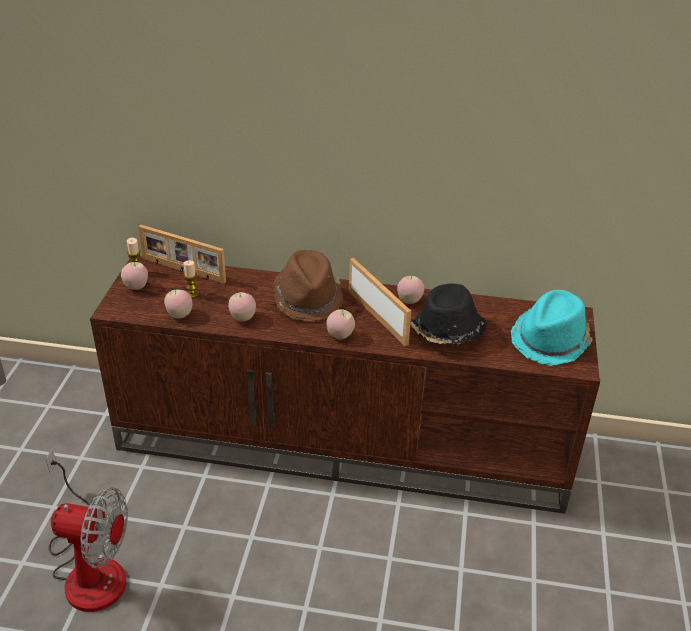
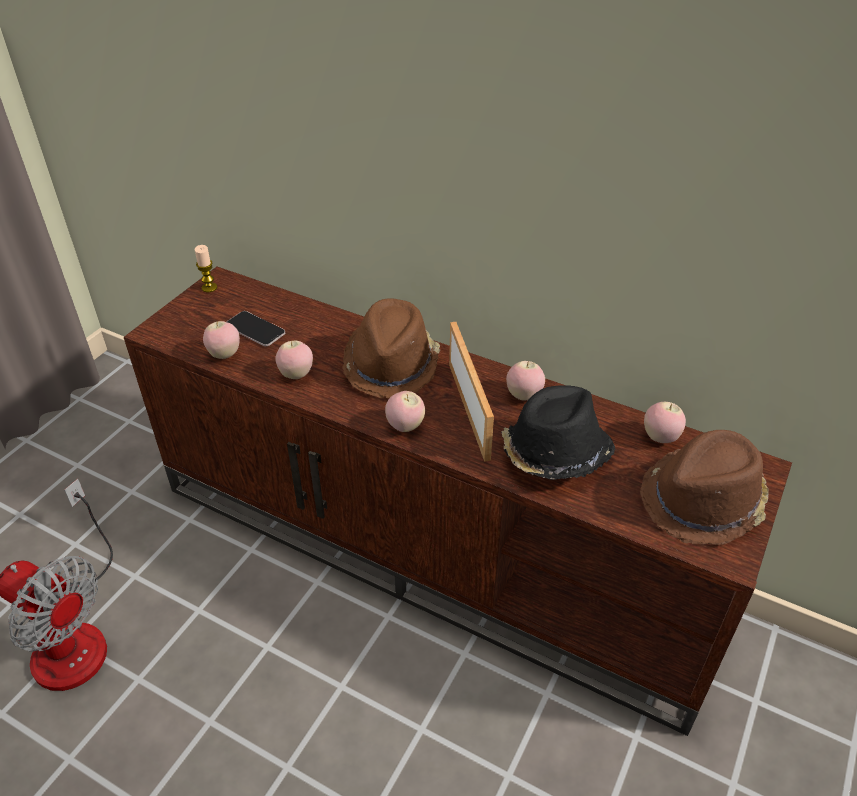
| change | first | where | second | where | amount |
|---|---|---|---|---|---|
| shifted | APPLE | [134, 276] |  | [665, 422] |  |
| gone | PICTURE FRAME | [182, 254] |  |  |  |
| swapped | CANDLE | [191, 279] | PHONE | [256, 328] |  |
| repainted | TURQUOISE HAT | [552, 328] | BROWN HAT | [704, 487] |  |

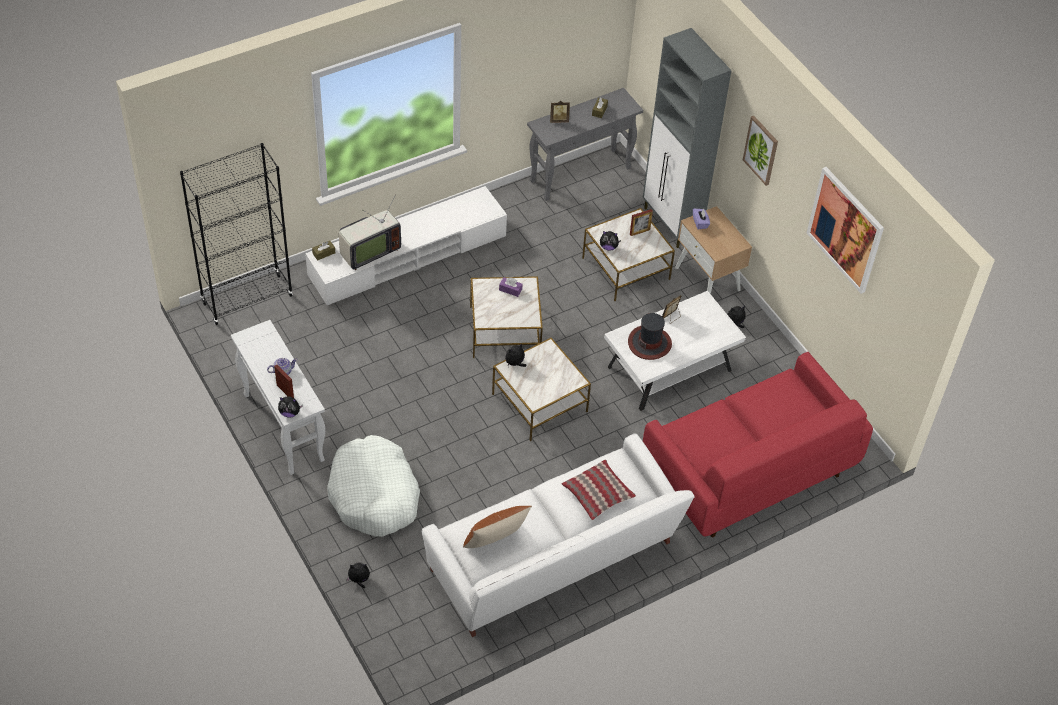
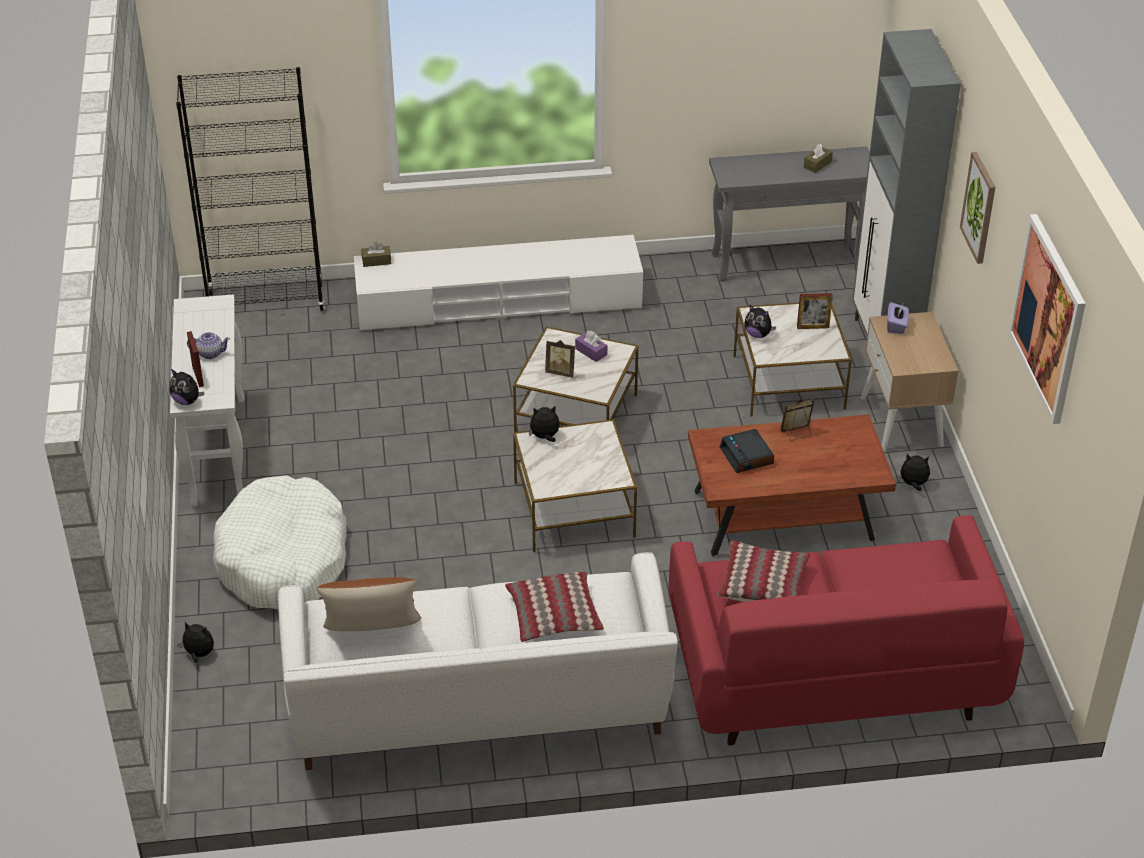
| change | first | where | second | where | amount |
|---|---|---|---|---|---|
| gone | TELEVISION | [370, 232] |  |  |  |
| shifted | PICTURE FRAME | [560, 112] |  | [560, 359] |  |
| repainted | WHITE COFFEE TABLE | [675, 351] | BROWN COFFEE TABLE | [792, 485] |  |
| swapped | HAT | [650, 336] | ALARM CLOCK | [747, 451] |  |
| new |  |  | PILLOW | [763, 571] |  |

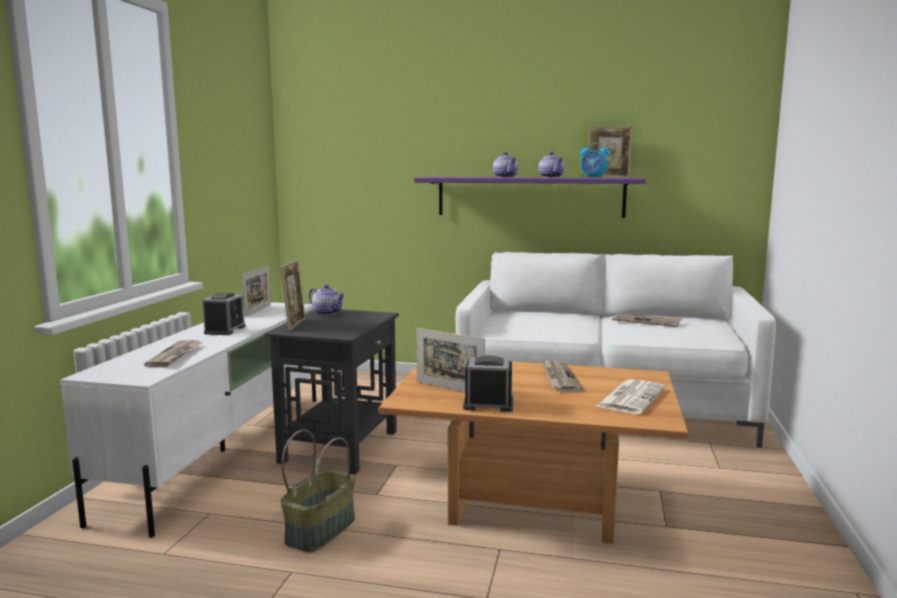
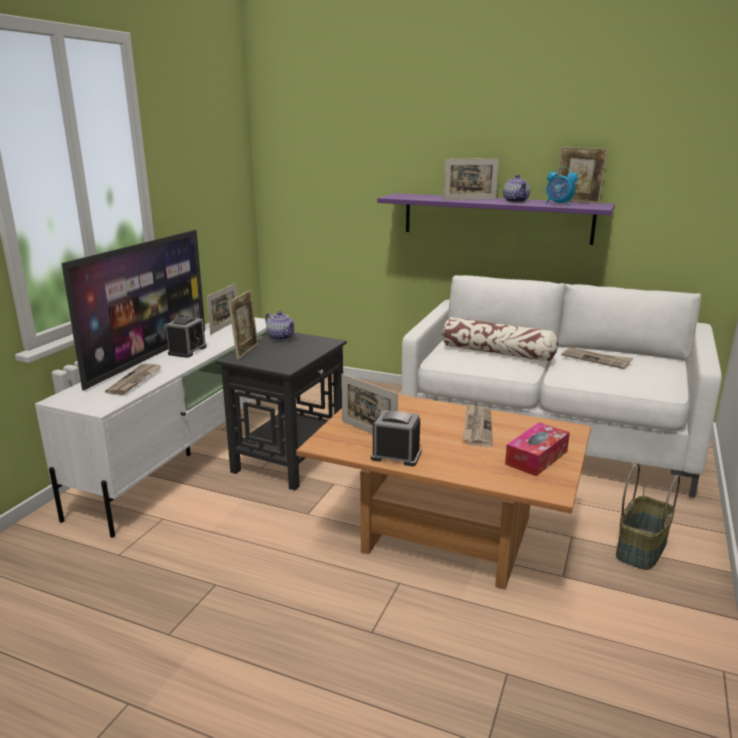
| change | first | where | second | where | amount |
|---|---|---|---|---|---|
| shifted | BASKET | [318, 490] |  | [648, 516] |  |
| swapped | TEAPOT | [505, 165] | PICTURE FRAME | [471, 179] |  |
| swapped | NEWSPAPER | [630, 396] | TISSUE BOX | [537, 449] |  |
| new |  |  | TELEVISION | [133, 310] |  |
| new |  |  | PILLOW | [500, 339] |  |

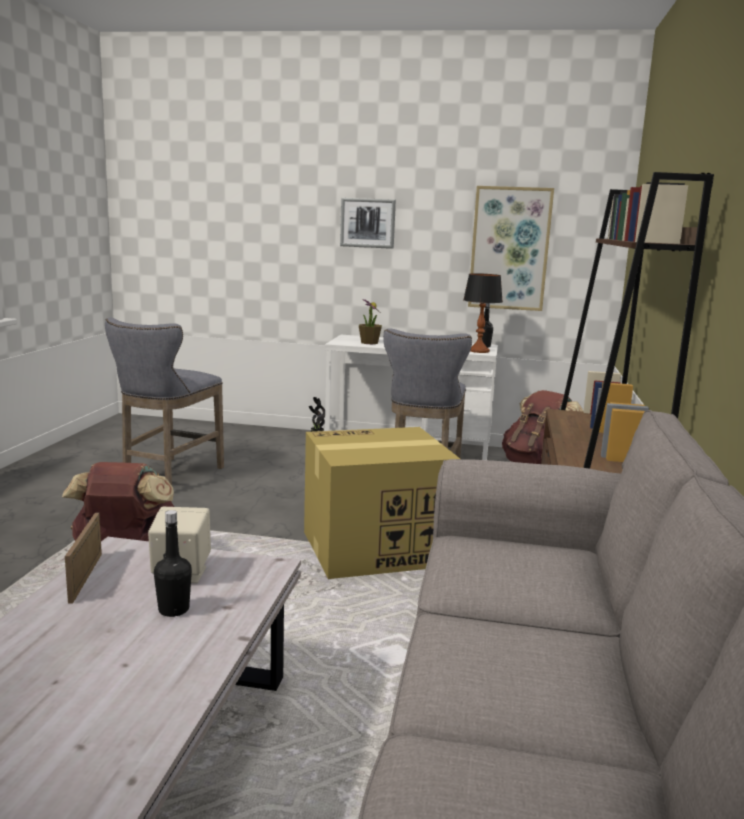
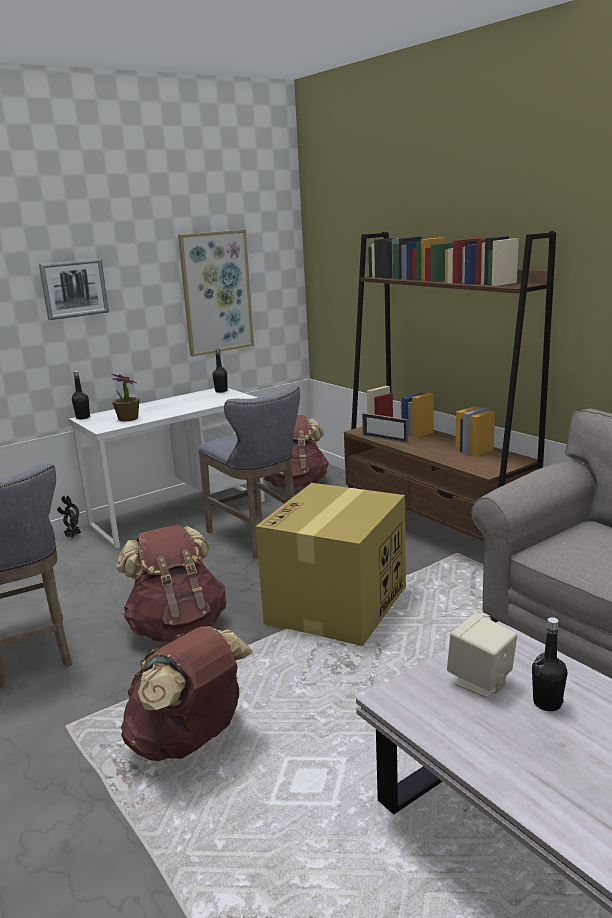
| change | first | where | second | where | amount |
|---|---|---|---|---|---|
| shifted | PICTURE FRAME | [83, 558] |  | [385, 428] |  |
| gone | TABLE LAMP | [483, 313] |  |  |  |
| new |  |  | BLACK BOTTLE | [81, 395] |  |
| new |  |  | BROWN BACKPACK | [171, 584] |  |

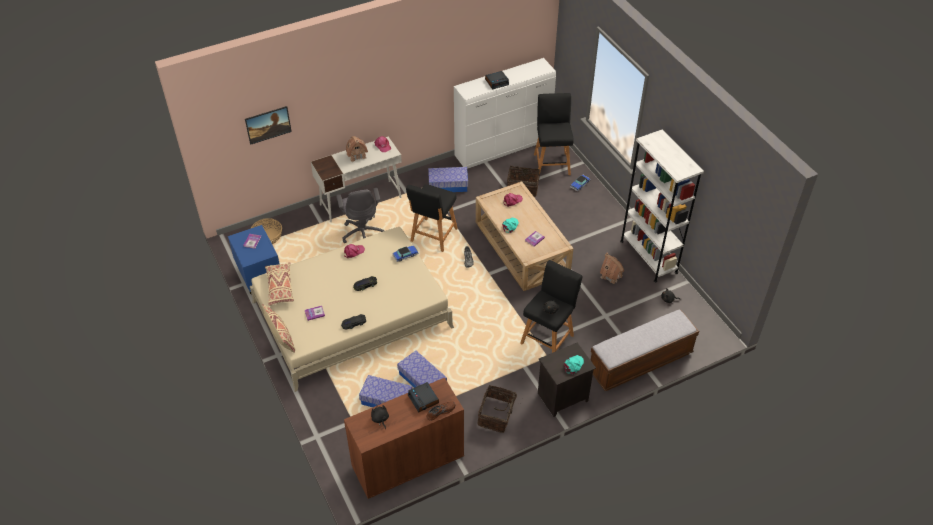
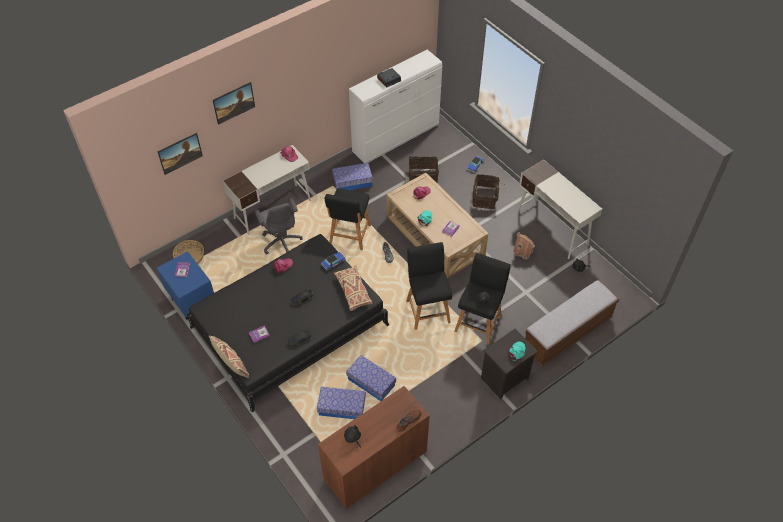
| change | first | where | second | where | amount |
|---|---|---|---|---|---|
| repainted | BEIGE BED | [352, 309] | BLACK BED | [288, 323] |  |
| shifted | BEIGE PILLOW | [279, 284] |  | [353, 288] |  |
| gone | TOY HOUSE | [357, 149] |  |  |  |
| gone | ALARM CLOCK | [423, 397] |  |  |  |
| shifted | BASKET | [499, 409] |  | [486, 191] |  |
| shifted | BLACK STOOL | [554, 134] |  | [429, 286] |  |
| swapped | WHITE BOOKCASE | [662, 205] | WHITE DESK | [559, 209] |  |
| new |  |  | PICTURE | [234, 103] |  |

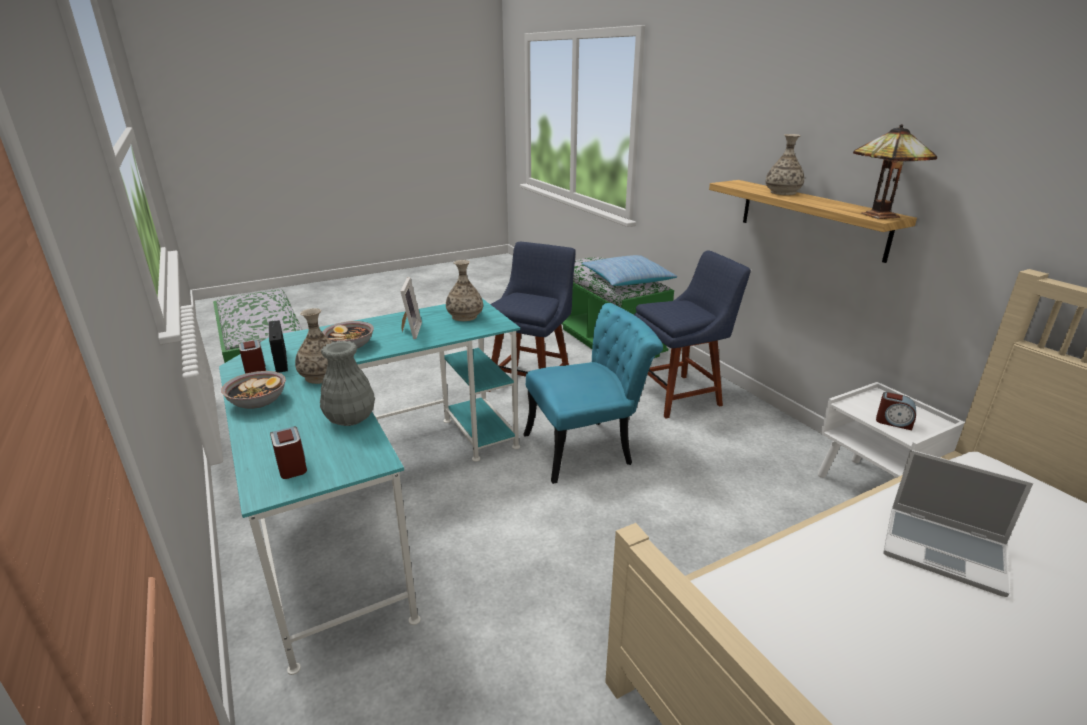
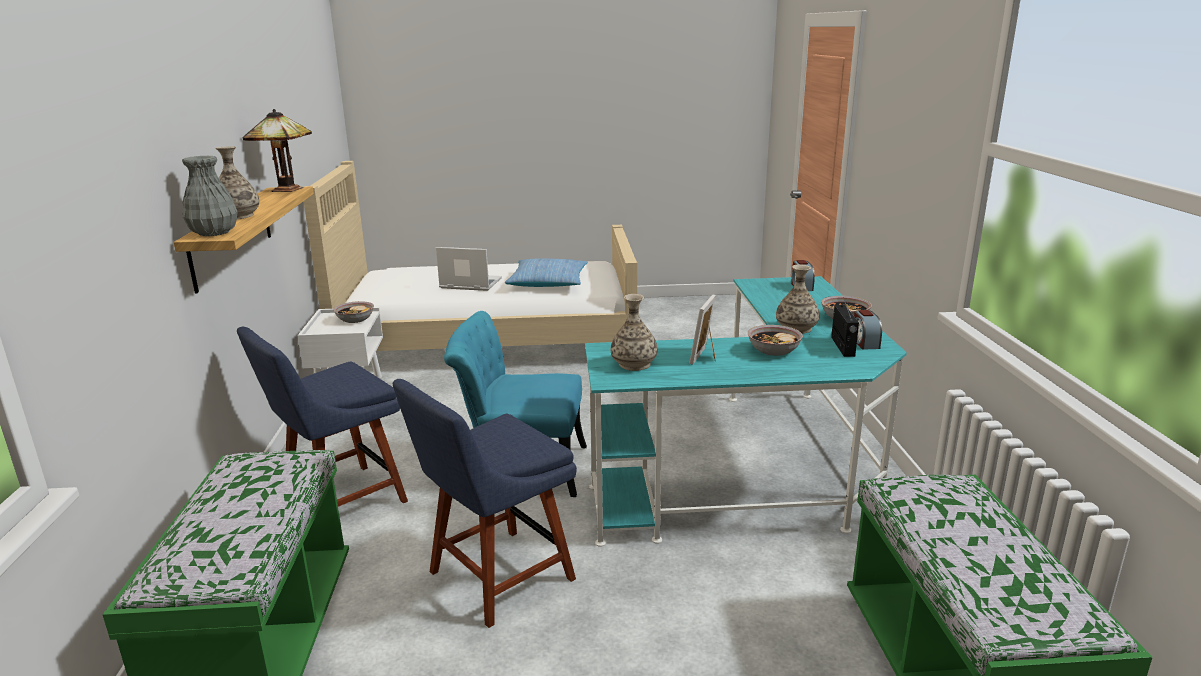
| change | first | where | second | where | amount |
|---|---|---|---|---|---|
| shifted | GREY VASE | [347, 383] |  | [210, 196] |  |
| shifted | PILLOW | [629, 270] |  | [546, 272] |  |
| rotated | BLUE CHAIR | [692, 335] |  | [322, 417] | 45 degrees counterclockwise |
| swapped | ALARM CLOCK | [896, 411] | BOWL | [353, 312] |  |
| rotated | LAPTOP | [958, 523] |  | [469, 269] | 45 degrees counterclockwise |

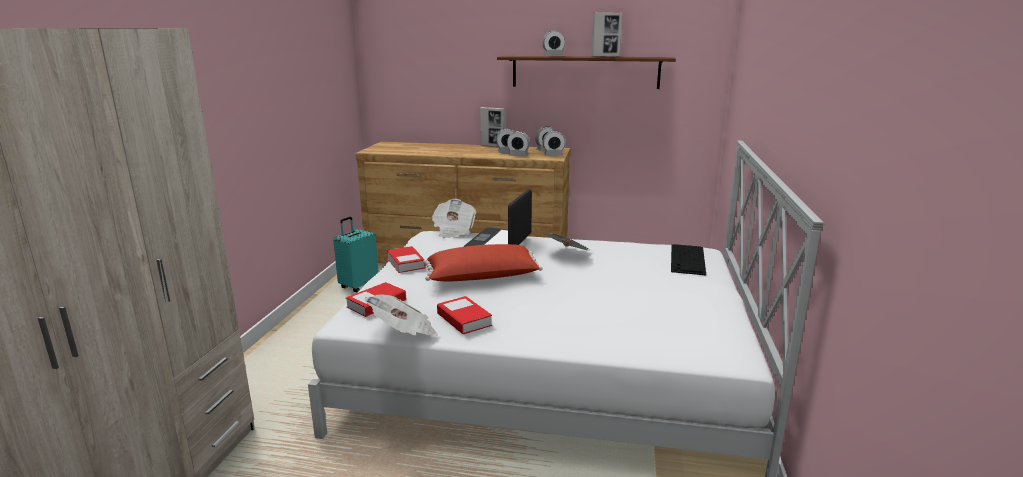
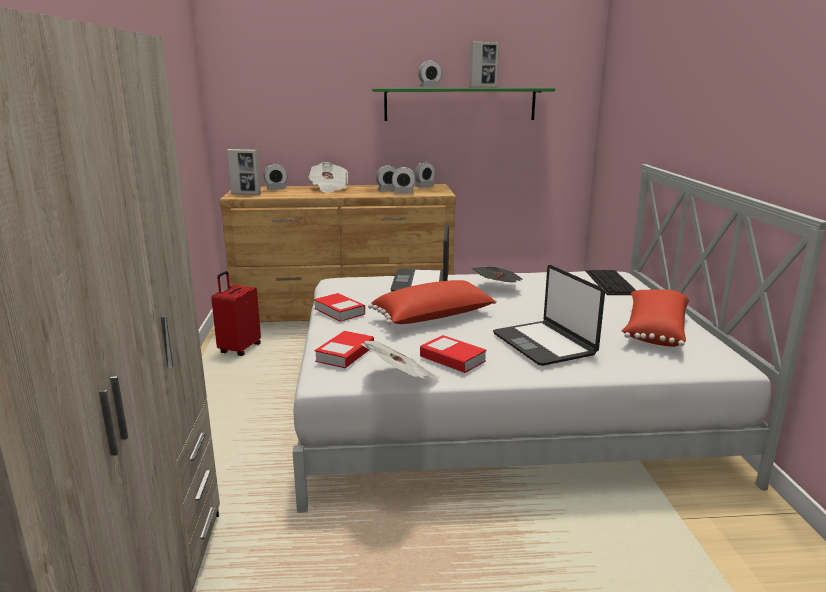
| change | first | where | second | where | amount |
|---|---|---|---|---|---|
| repainted | TURQUOISE SUITCASE | [355, 254] | RED SUITCASE | [236, 313] |  |
| shifted | NEWSPAPER | [453, 218] |  | [328, 177] |  |
| shifted | PICTURE FRAME | [493, 127] |  | [244, 172] |  |
| repainted | BROWN SHELF | [586, 72] | GREEN SHELF | [463, 104] |  |
| shifted | ALARM CLOCK | [554, 143] |  | [276, 177] |  |
| new |  |  | LAPTOP | [549, 315] |  |
| new |  |  | RED PILLOW | [655, 318] |  |

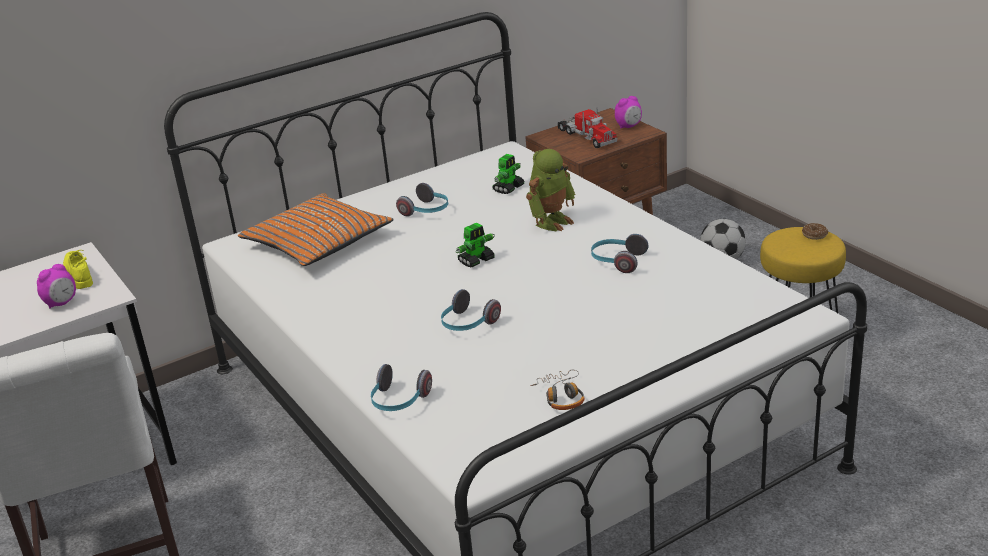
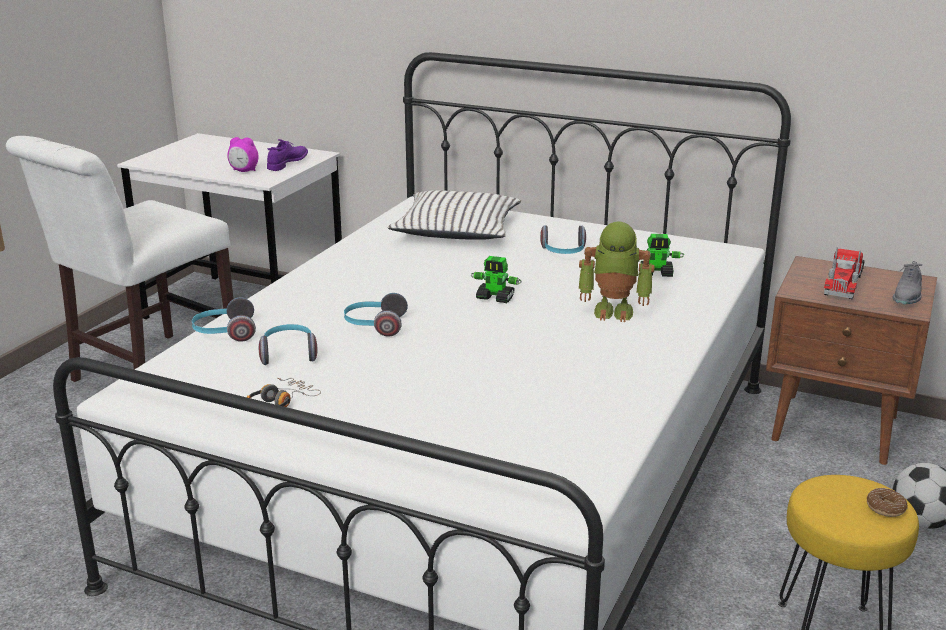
| change | first | where | second | where | amount |
|---|---|---|---|---|---|
| repainted | YELLOW SHOE | [78, 269] | PURPLE SHOE | [287, 155] |  |
| repainted | ORANGE PILLOW | [316, 229] | WHITE PILLOW | [454, 215] |  |
| shifted | HEADPHONES | [619, 253] |  | [288, 344] |  |
| swapped | ALARM CLOCK | [628, 112] | GREY SHOE | [907, 283] |  |

